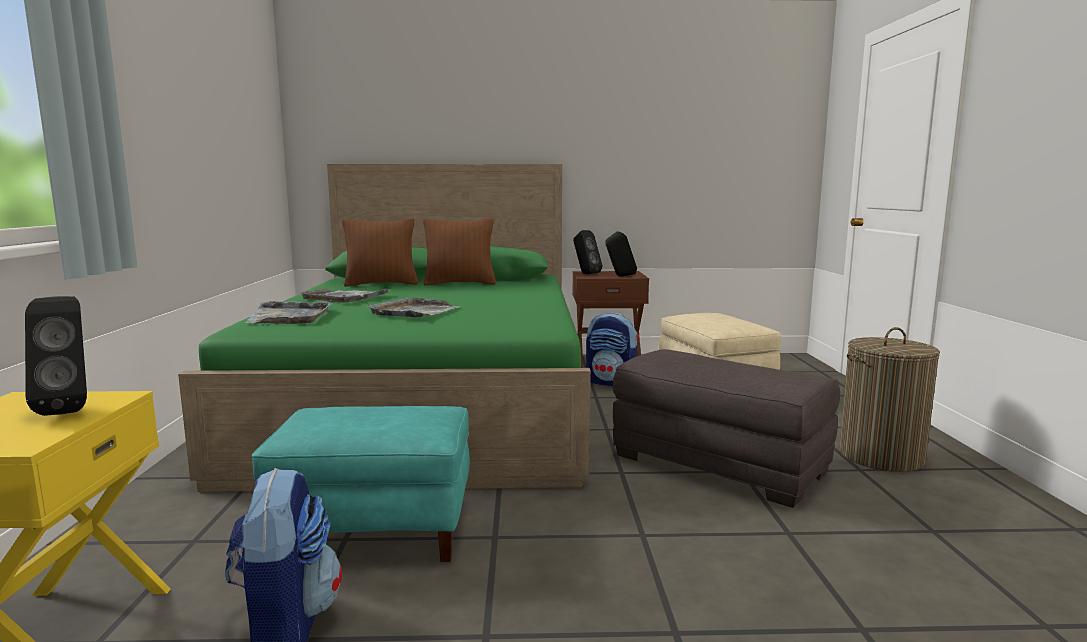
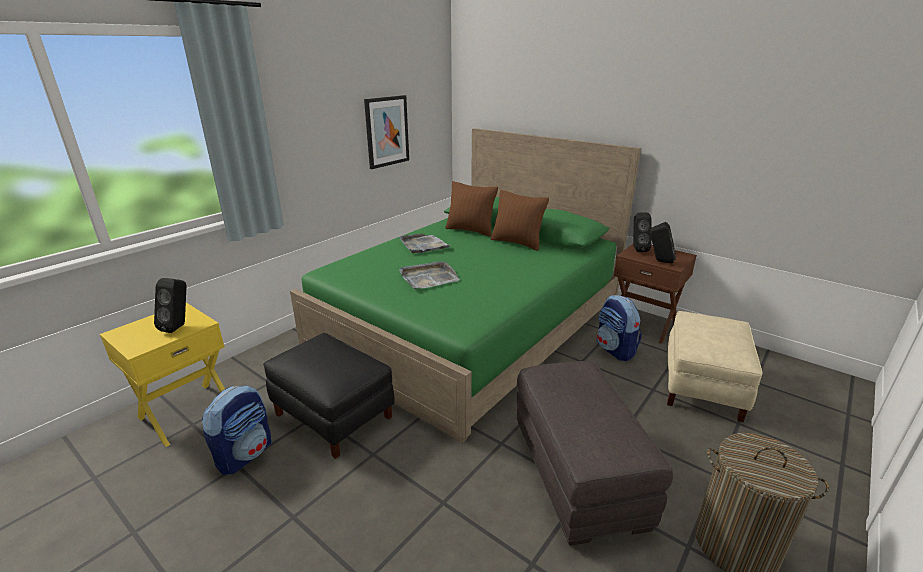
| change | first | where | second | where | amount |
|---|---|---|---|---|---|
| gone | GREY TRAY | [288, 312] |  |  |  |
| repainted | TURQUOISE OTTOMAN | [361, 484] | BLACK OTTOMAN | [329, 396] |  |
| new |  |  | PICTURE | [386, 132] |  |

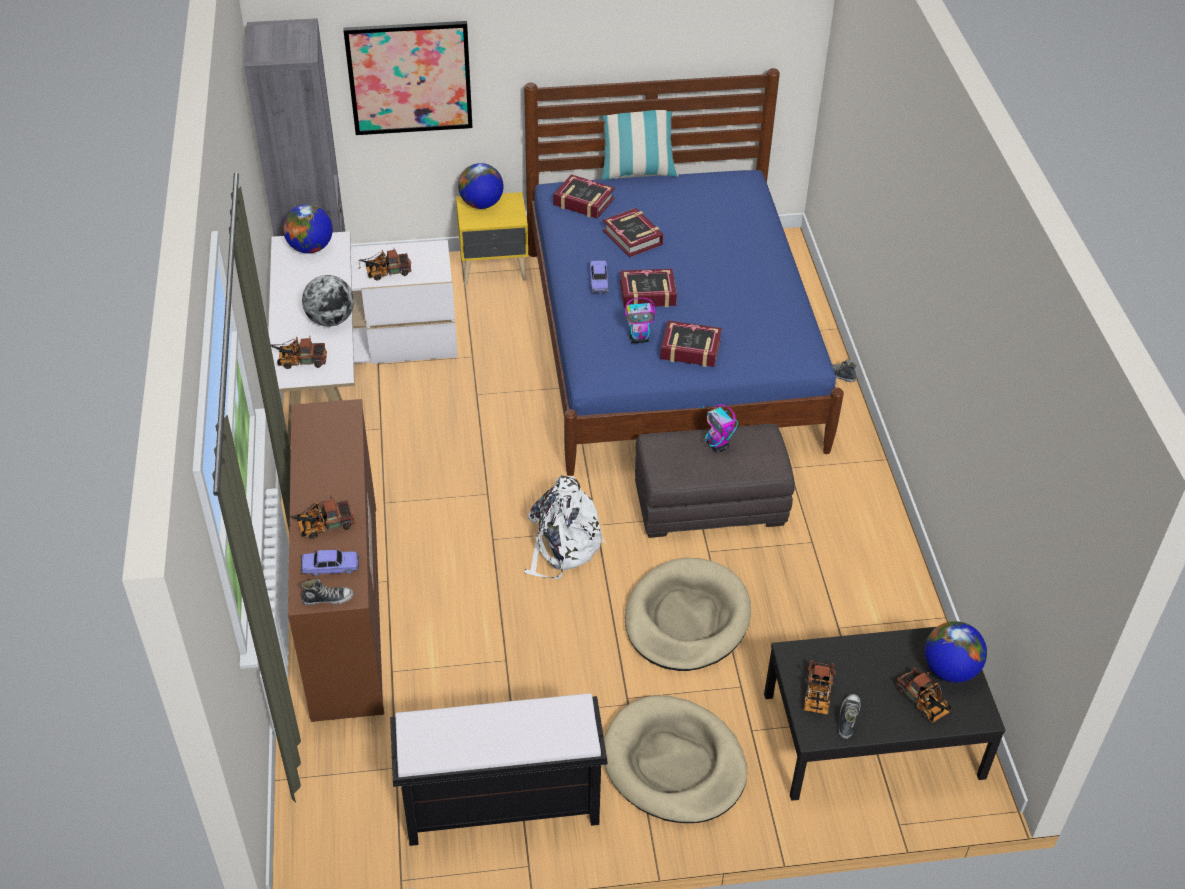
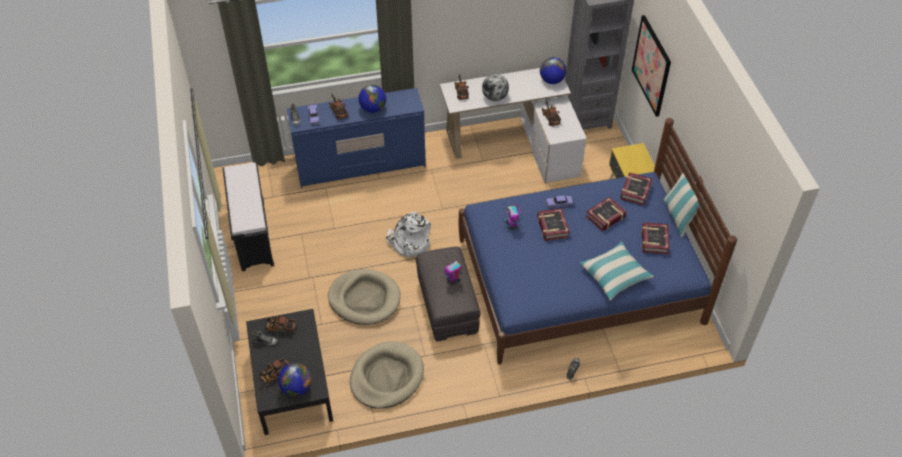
| change | first | where | second | where | amount |
|---|---|---|---|---|---|
| repainted | BROWN DRESSER | [336, 560] | BLUE DRESSER | [356, 138] |  |
| shifted | GLOBE | [480, 186] |  | [372, 99] |  |
| shifted | BEIGE DOG BED | [675, 759] |  | [387, 375] |  |
| shifted | BOOK | [691, 344] |  | [655, 238] |  |
| new |  |  | PILLOW | [617, 271] |  |

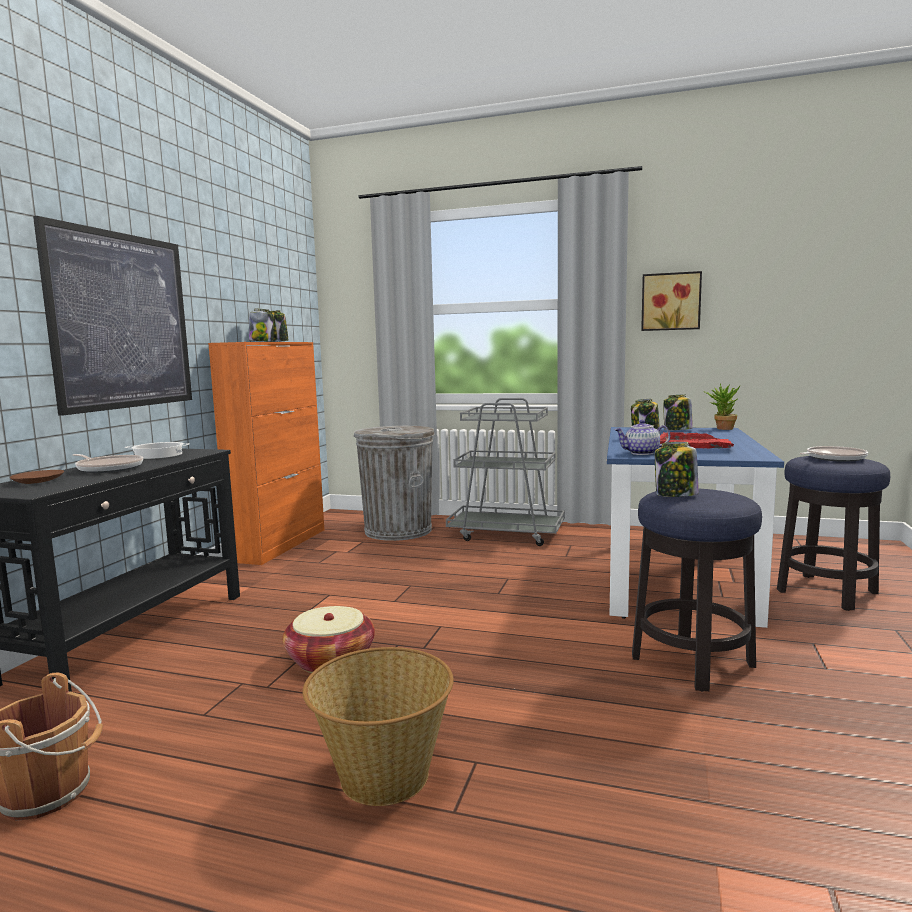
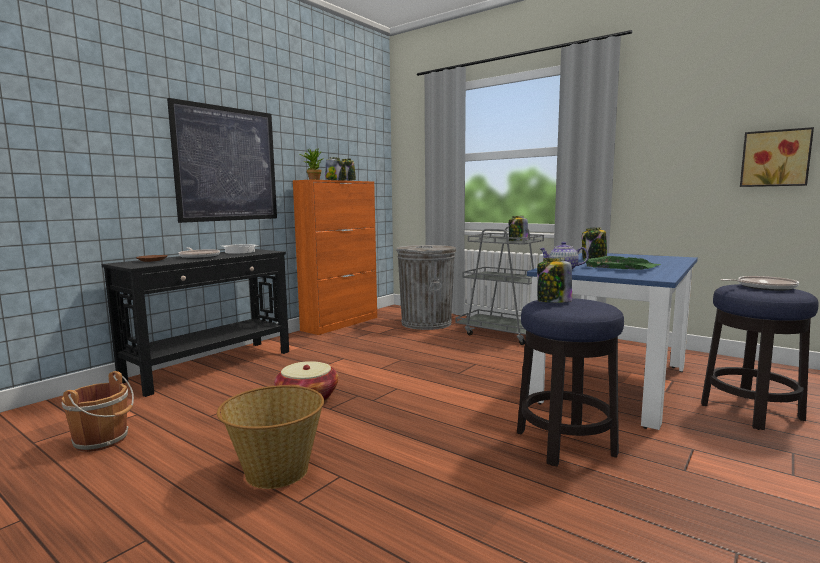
| change | first | where | second | where | amount |
|---|---|---|---|---|---|
| shifted | PICTURE | [671, 301] |  | [777, 157] |  |
| repainted | RED TRAY | [697, 440] | GREEN TRAY | [622, 263] |  |
| shifted | JAR | [678, 412] |  | [518, 228] |  |
| shifted | POTTED PLANT | [722, 407] |  | [311, 164] |  |

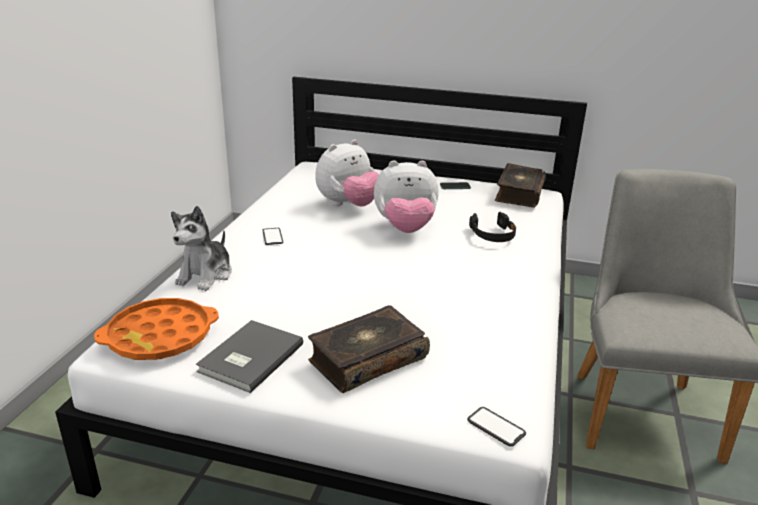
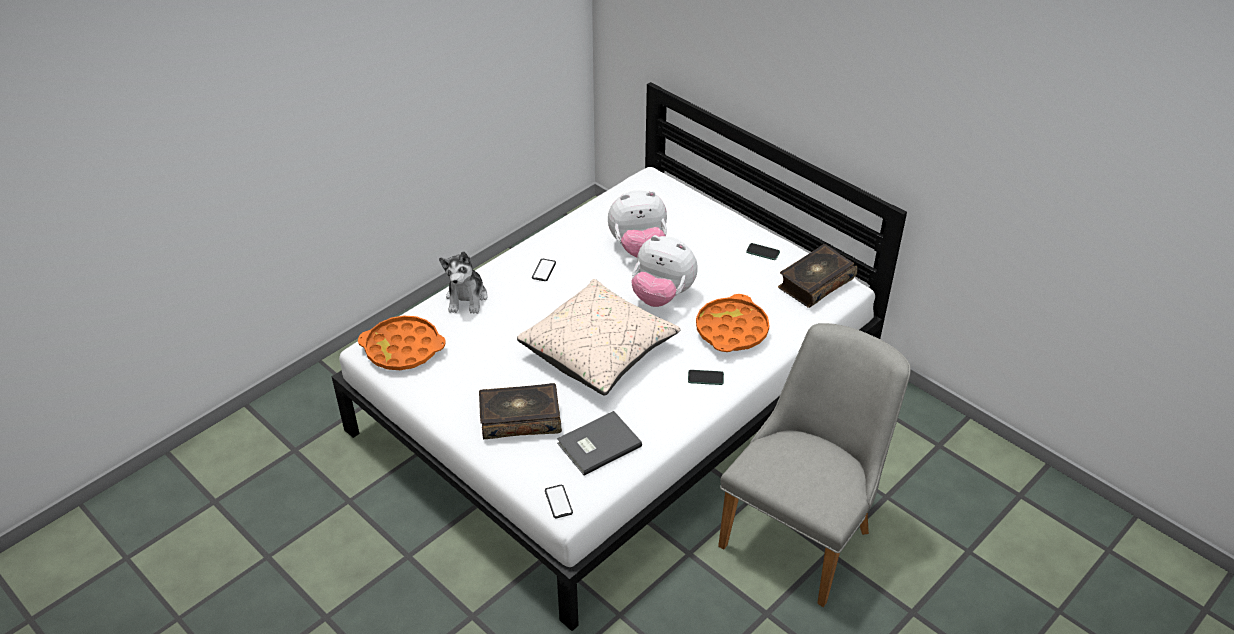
| change | first | where | second | where | amount |
|---|---|---|---|---|---|
| rotated | PLUSH TOY | [201, 248] |  | [463, 282] | 45 degrees counterclockwise |
| shifted | GREY BOOK | [249, 356] |  | [599, 443] |  |
| swapped | BLACK HEADPHONES | [492, 227] | ORANGE TRAY | [733, 323] |  |
| new |  |  | BEIGE PILLOW | [599, 337] |  |
| new |  |  | PHONE | [706, 377] |  |

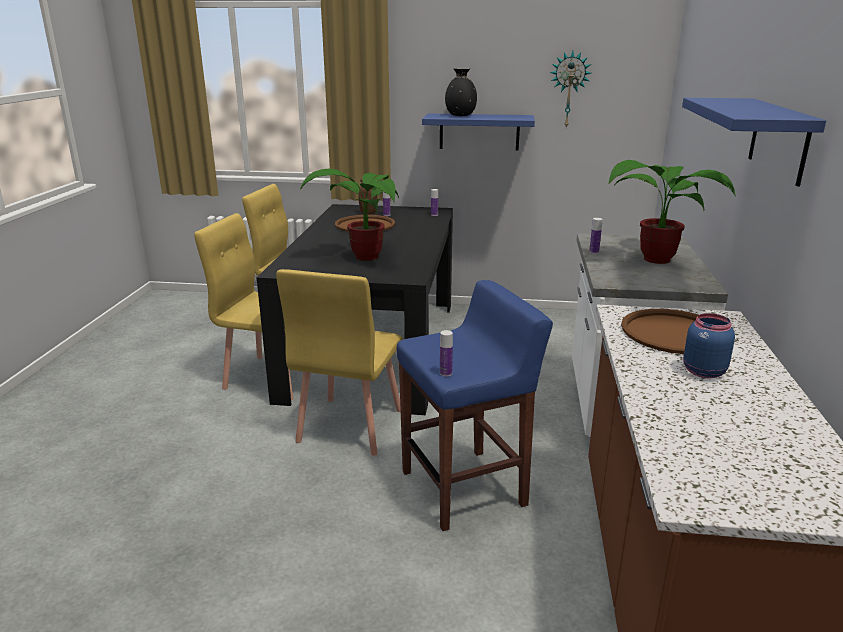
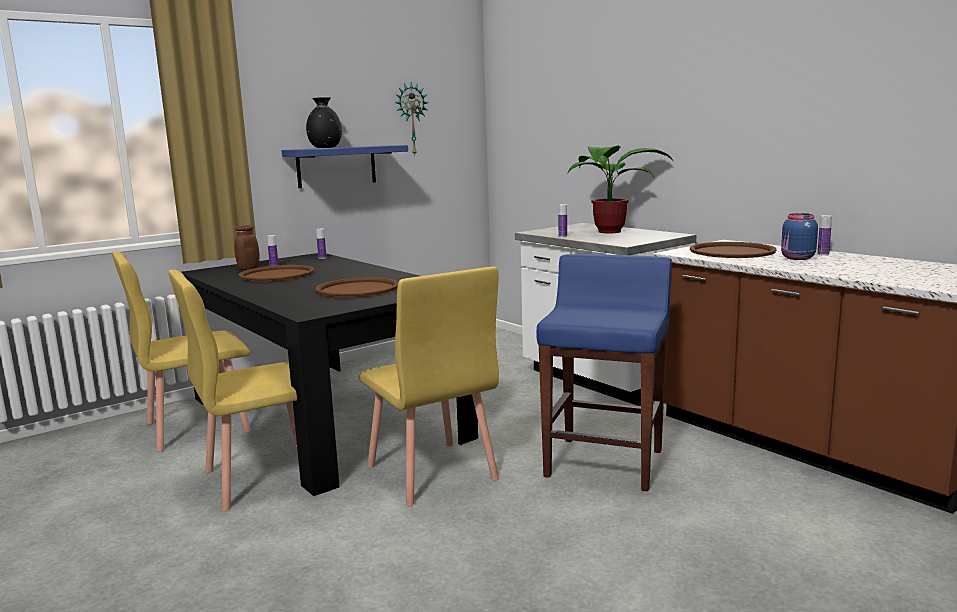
| change | first | where | second | where | amount |
|---|---|---|---|---|---|
| swapped | POTTED PLANT | [349, 215] | BROWN TRAY | [357, 287] |  |
| shifted | BOTTLE | [446, 353] |  | [824, 235] |  |
| gone | BLUE SHELF | [754, 142] |  |  |  |

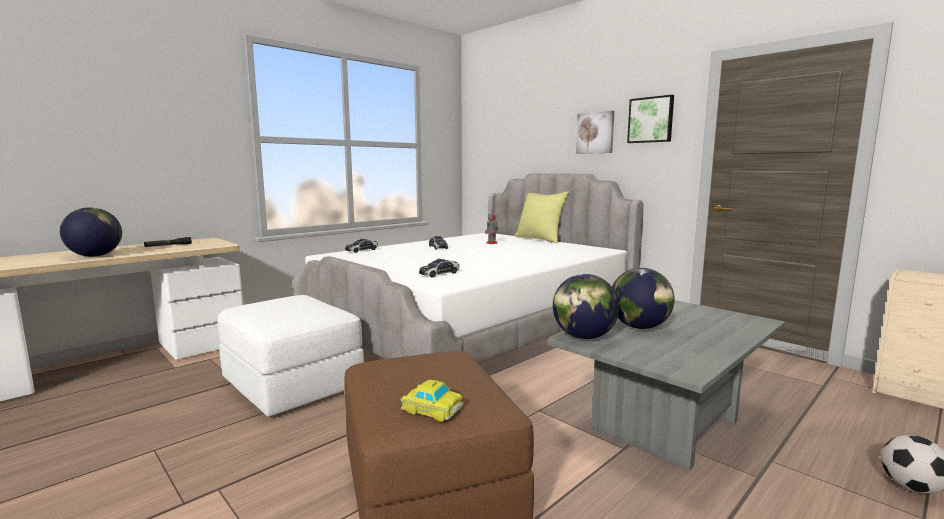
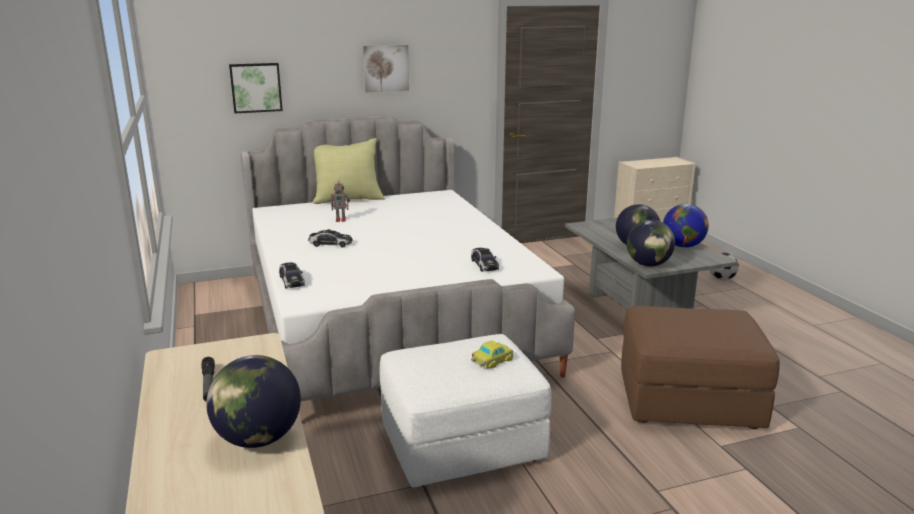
| change | first | where | second | where | amount |
|---|---|---|---|---|---|
| shifted | TOY CAR | [431, 401] |  | [492, 355] |  |
| shifted | PICTURE | [650, 119] |  | [256, 88] |  |
| new |  |  | GLOBE | [686, 226] |  |

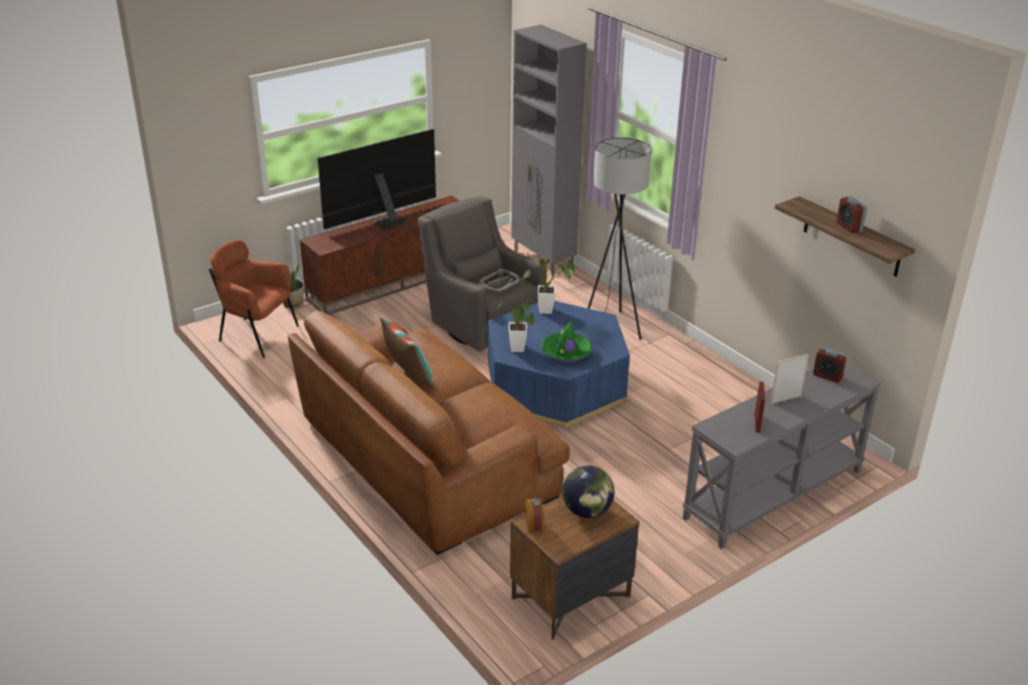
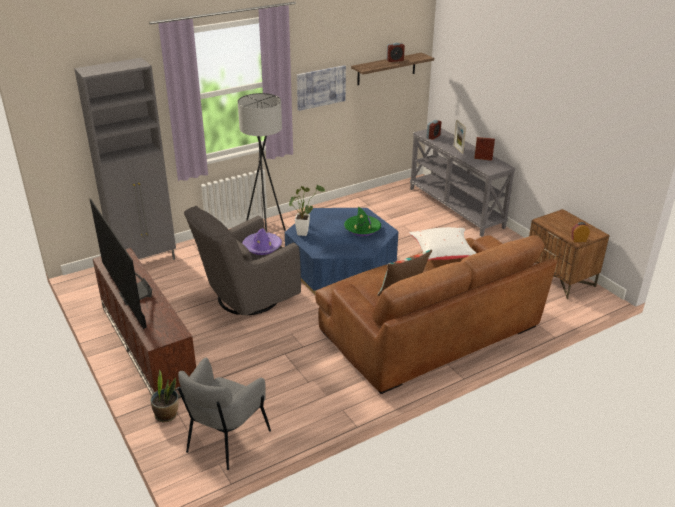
| change | first | where | second | where | amount |
|---|---|---|---|---|---|
| repainted | BROWN ARMCHAIR | [254, 299] | GREY ARMCHAIR | [224, 414] |  |
| swapped | TRAY | [500, 280] | PURPLE HAT | [262, 241] |  |
| gone | POTTED PLANT | [512, 316] |  |  |  |
| gone | GLOBE | [588, 492] |  |  |  |
| new |  |  | PICTURE | [321, 88] |  |
| new |  |  | WHITE PILLOW | [442, 243] |  |

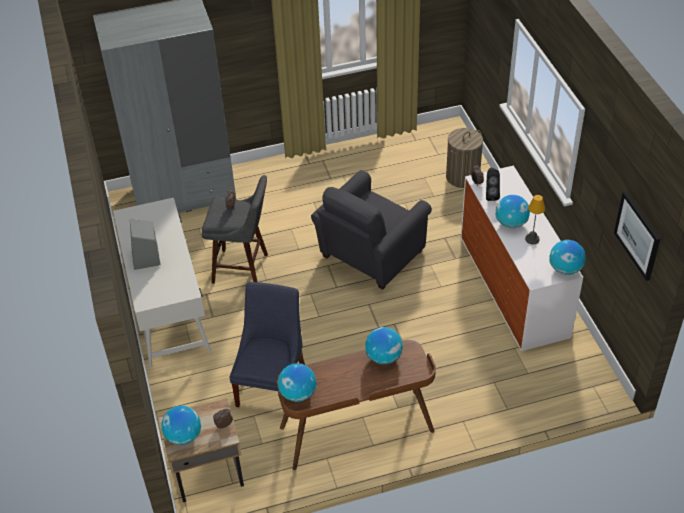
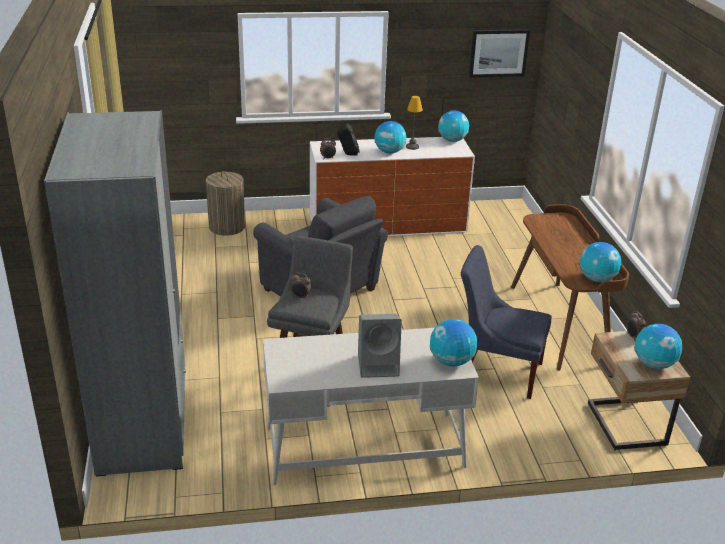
| change | first | where | second | where | amount |
|---|---|---|---|---|---|
| shifted | GLOBE | [384, 346] |  | [453, 342] |  |

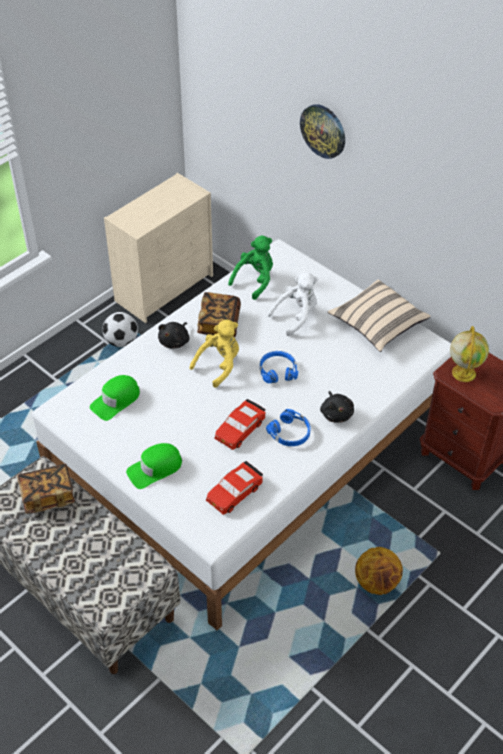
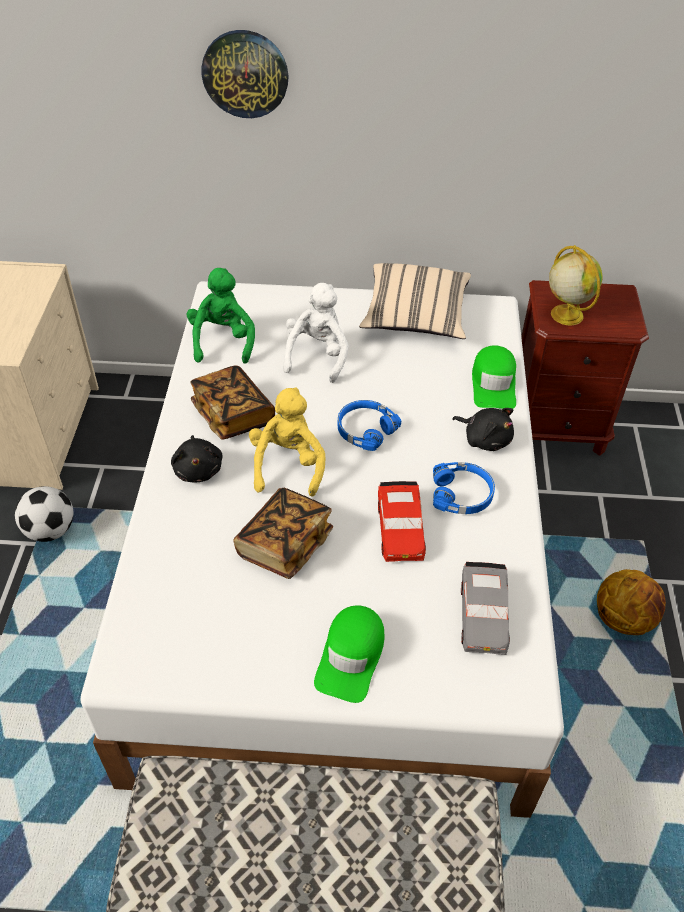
| change | first | where | second | where | amount |
|---|---|---|---|---|---|
| shifted | BOOK | [46, 488] |  | [283, 533] |  |
| shifted | GREEN CAP | [115, 398] |  | [494, 377] |  |
| repainted | RED TOY CAR | [234, 488] | GREY TOY CAR | [485, 608] |  |

